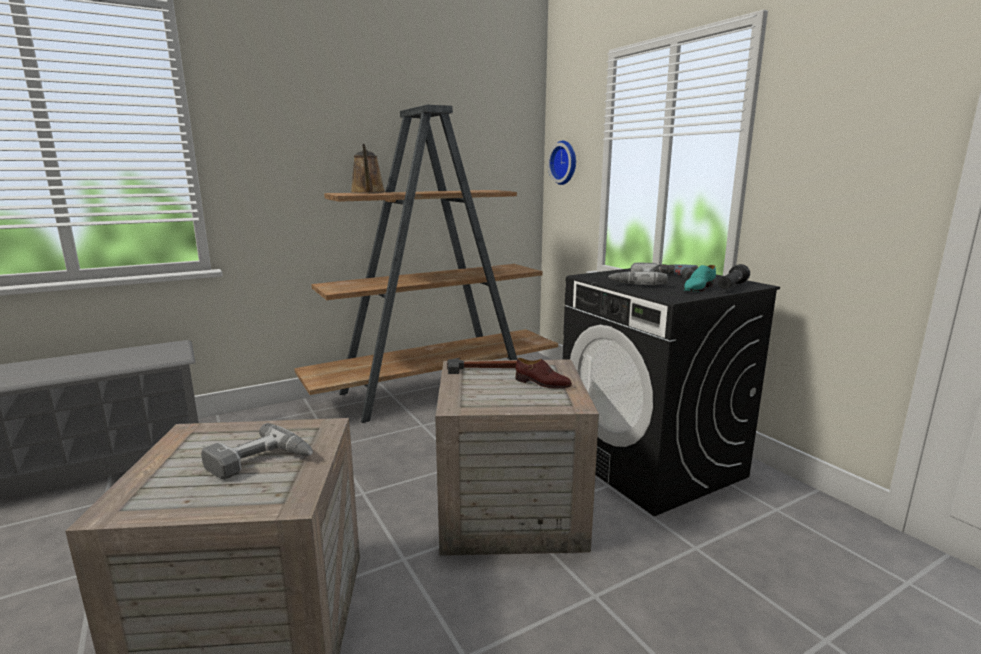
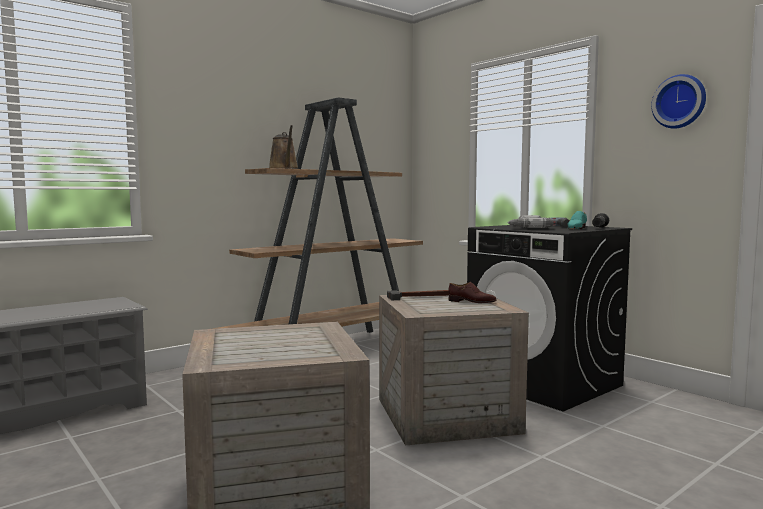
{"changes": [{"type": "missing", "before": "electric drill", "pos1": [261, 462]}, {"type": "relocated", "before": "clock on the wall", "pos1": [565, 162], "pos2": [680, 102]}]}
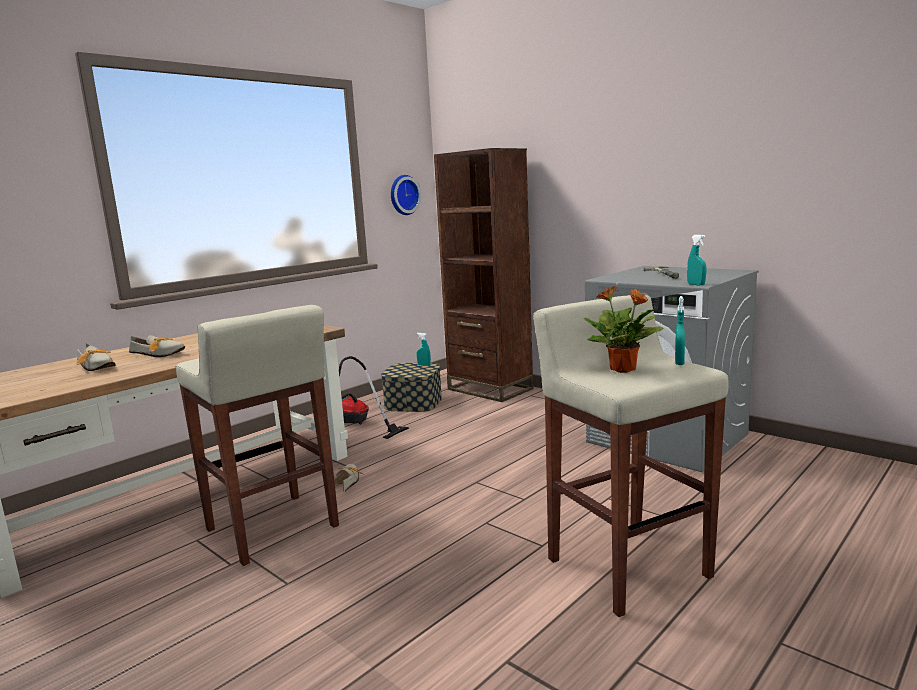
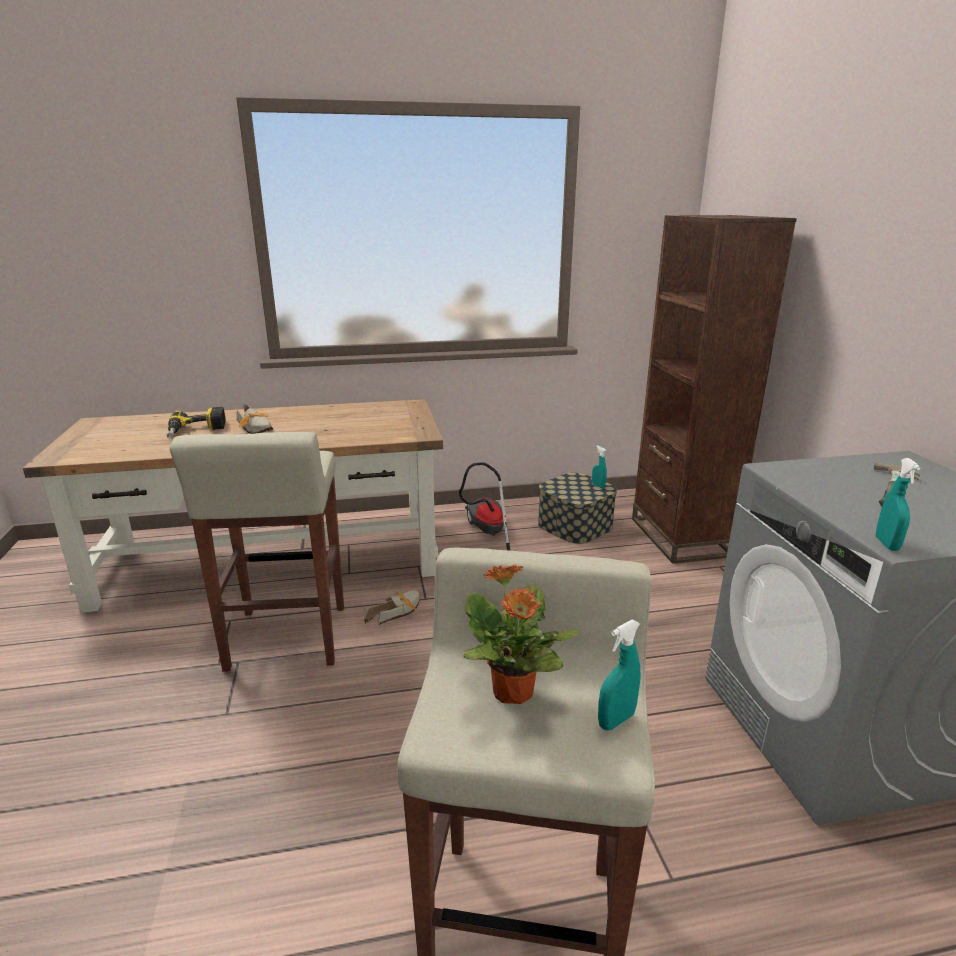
{"changes": [{"type": "missing", "before": "clock on the wall", "pos1": [403, 195]}, {"type": "exchanged", "before": "shoe", "after": "electric drill", "pos1": [97, 367], "pos2": [196, 431]}]}
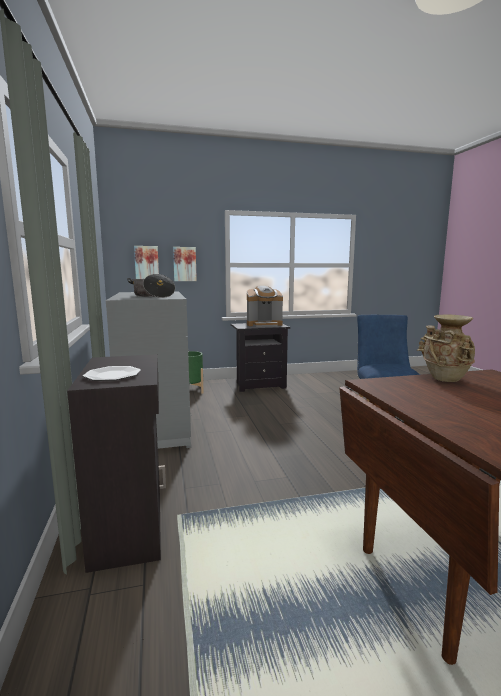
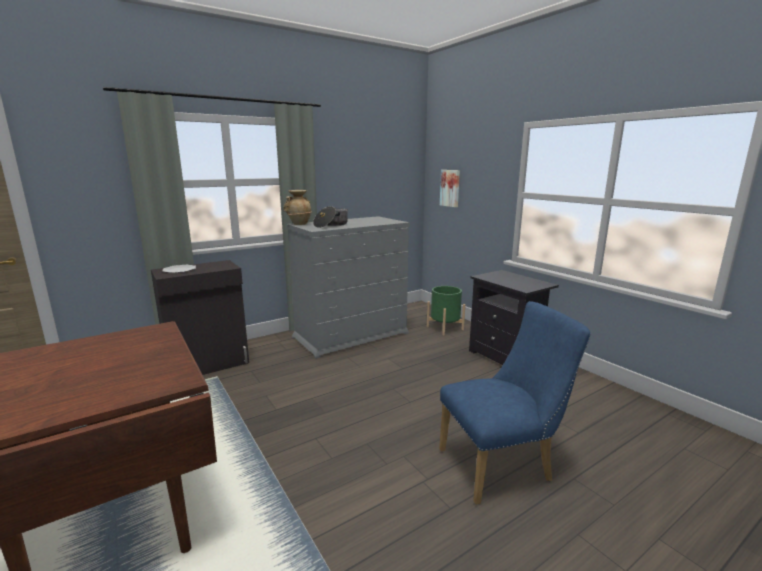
{"changes": [{"type": "missing", "before": "wall art", "pos1": [184, 264]}, {"type": "missing", "before": "coffee maker", "pos1": [264, 324]}, {"type": "relocated", "before": "sand-coloured flower vase", "pos1": [444, 379], "pos2": [299, 224]}]}
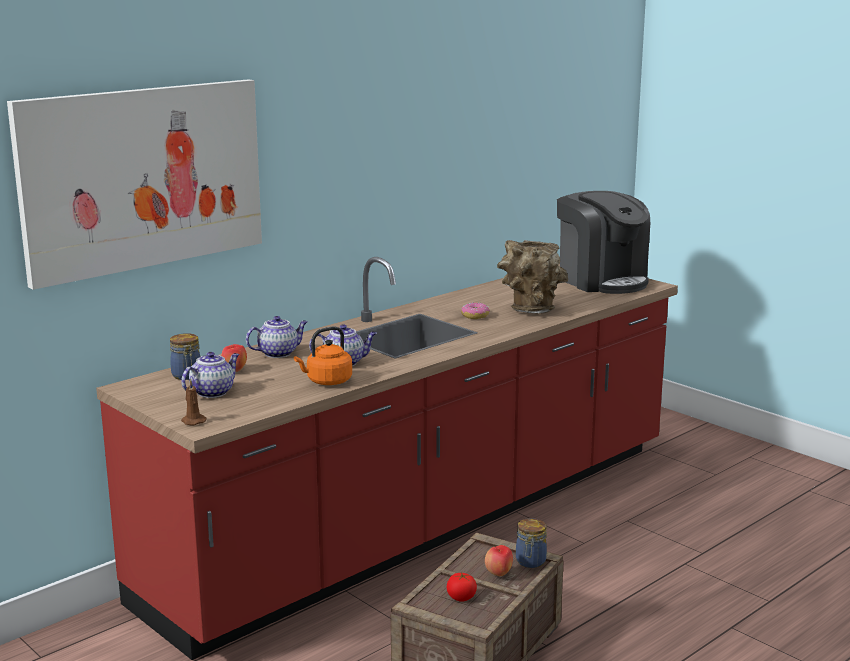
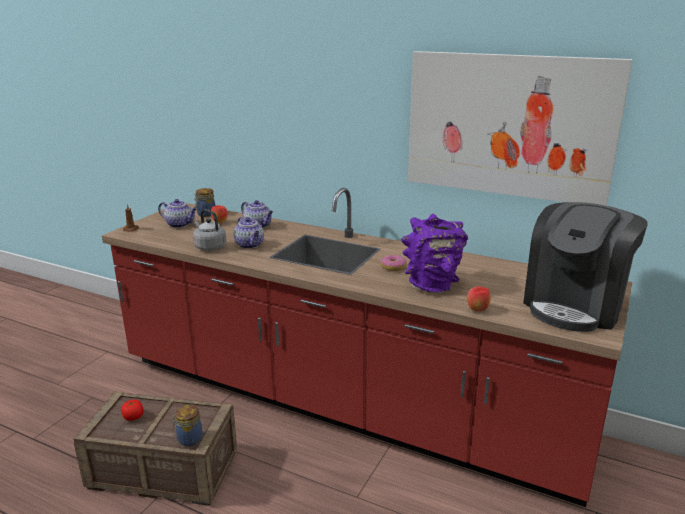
{"changes": [{"type": "relocated", "before": "wall art", "pos1": [143, 178], "pos2": [508, 126]}, {"type": "relocated", "before": "apple fruit", "pos1": [498, 574], "pos2": [477, 310]}, {"type": "colour", "before": "orange water kettle", "after": "grey water kettle", "pos1": [327, 381], "pos2": [209, 247]}, {"type": "colour", "before": "brown-coloured flower vase", "after": "purplish flower vase", "pos1": [529, 310], "pos2": [433, 285]}]}
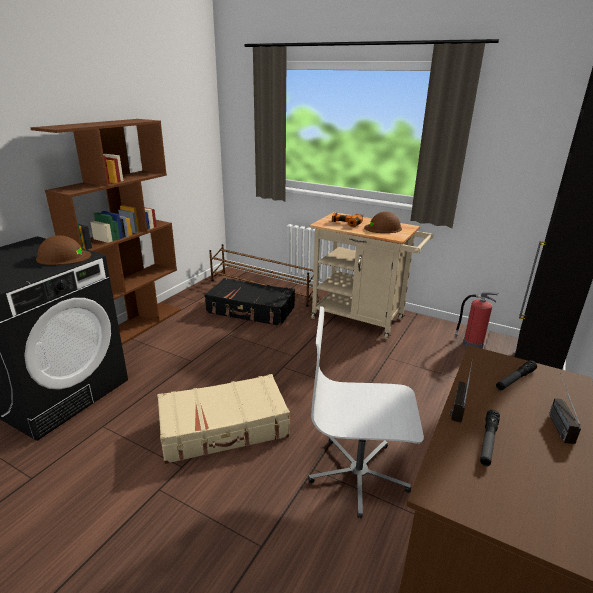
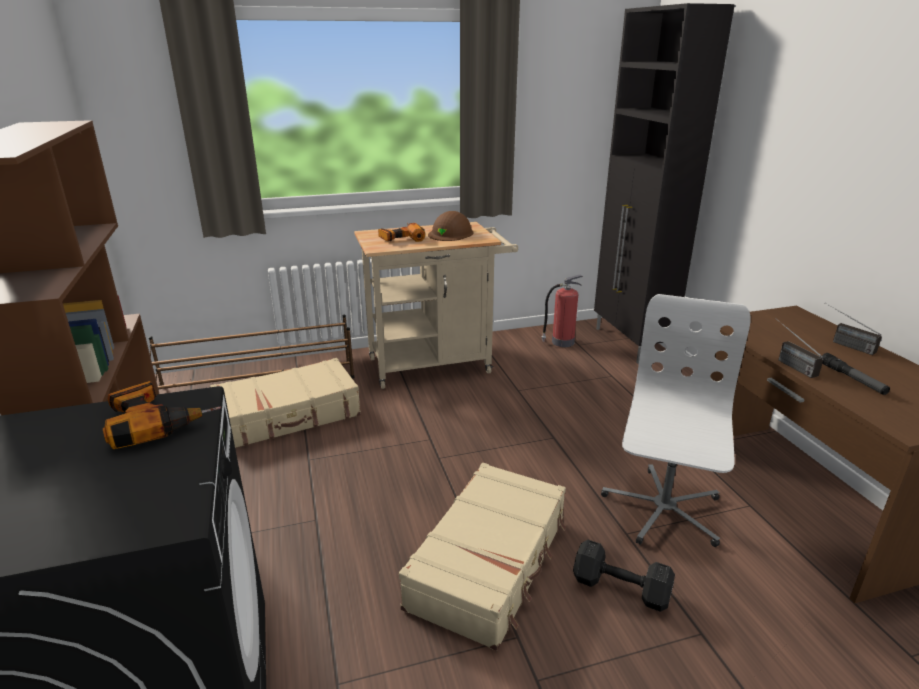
{"changes": [{"type": "missing", "before": "hand torch", "pos1": [515, 379]}, {"type": "appeared", "after": "black free weight", "pos2": [622, 590]}, {"type": "exchanged", "before": "brown-coloured work helmet", "after": "electric drill", "pos1": [63, 257], "pos2": [156, 421]}, {"type": "colour", "before": "black suitcase", "after": "sand-coloured suitcase", "pos1": [251, 310], "pos2": [289, 416]}, {"type": "spun", "before": "whitish office chair", "pos1": [359, 474], "pos2": [662, 509], "turn": 150}]}
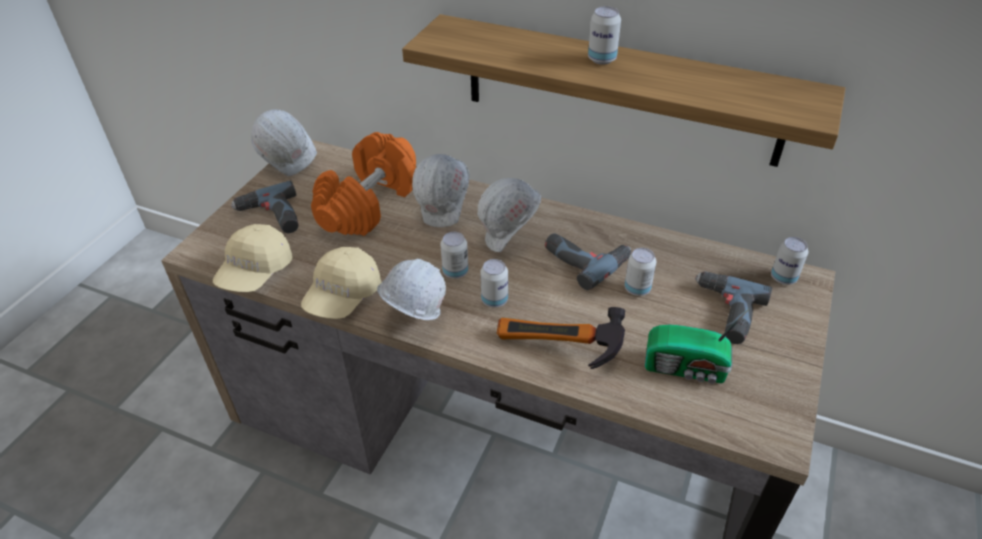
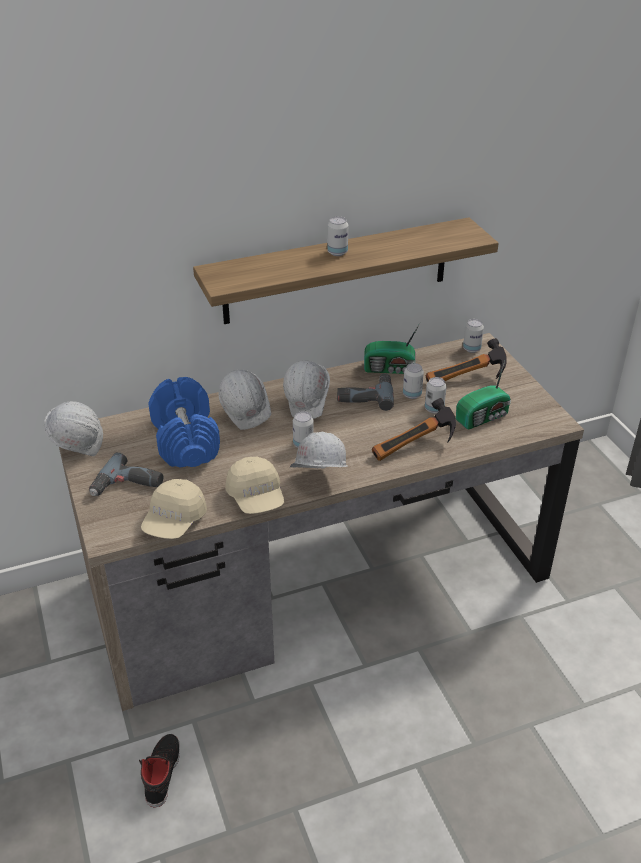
{"changes": [{"type": "appeared", "after": "black shoe", "pos2": [162, 772]}, {"type": "appeared", "after": "radio set", "pos2": [390, 369]}, {"type": "relocated", "before": "sealed can", "pos1": [494, 300], "pos2": [434, 409]}, {"type": "exchanged", "before": "electric drill", "after": "tool hammer", "pos1": [724, 312], "pos2": [467, 381]}, {"type": "colour", "before": "orange free weight", "after": "bluish free weight", "pos1": [369, 203], "pos2": [185, 439]}, {"type": "spun", "before": "sand-coloured baseball cap", "pos1": [255, 272], "pos2": [174, 521], "turn": 45}]}
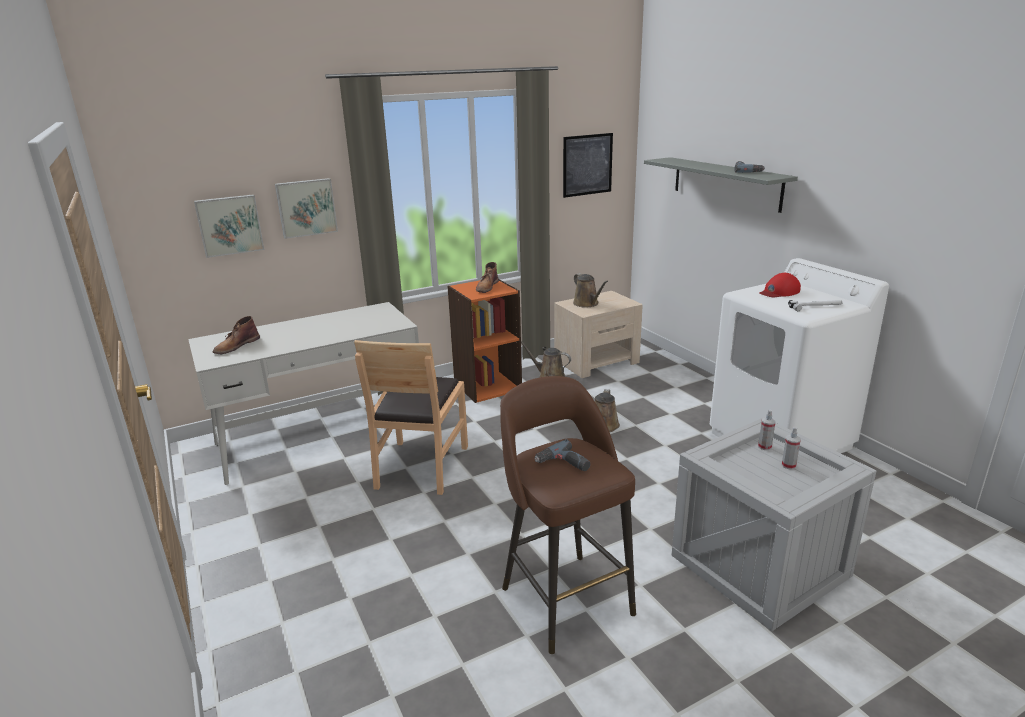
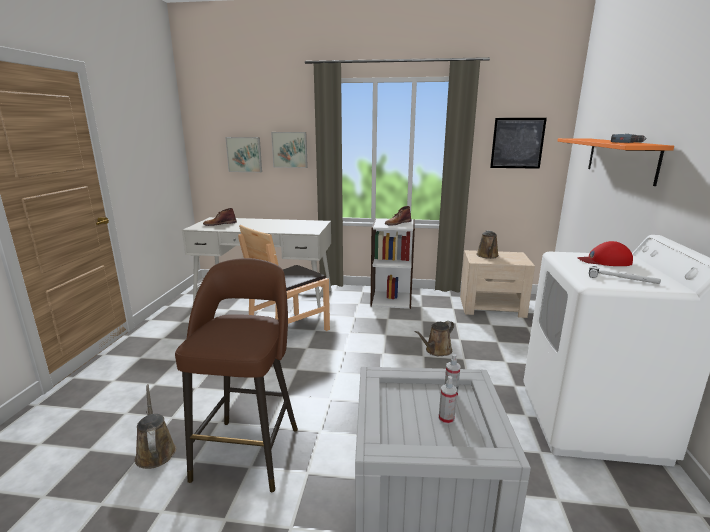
{"changes": [{"type": "missing", "before": "electric drill", "pos1": [563, 464]}, {"type": "relocated", "before": "brown-coloured sprinkling can", "pos1": [549, 375], "pos2": [155, 451]}, {"type": "colour", "before": "orange bookcase", "after": "whitish bookcase", "pos1": [487, 386], "pos2": [391, 299]}, {"type": "colour", "before": "grey wall shelf", "after": "orange wall shelf", "pos1": [725, 183], "pos2": [620, 159]}]}
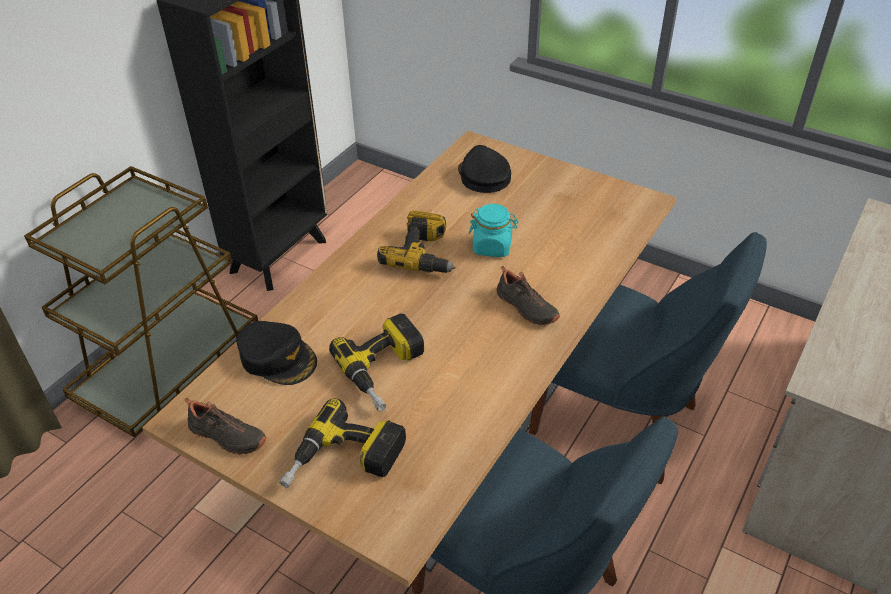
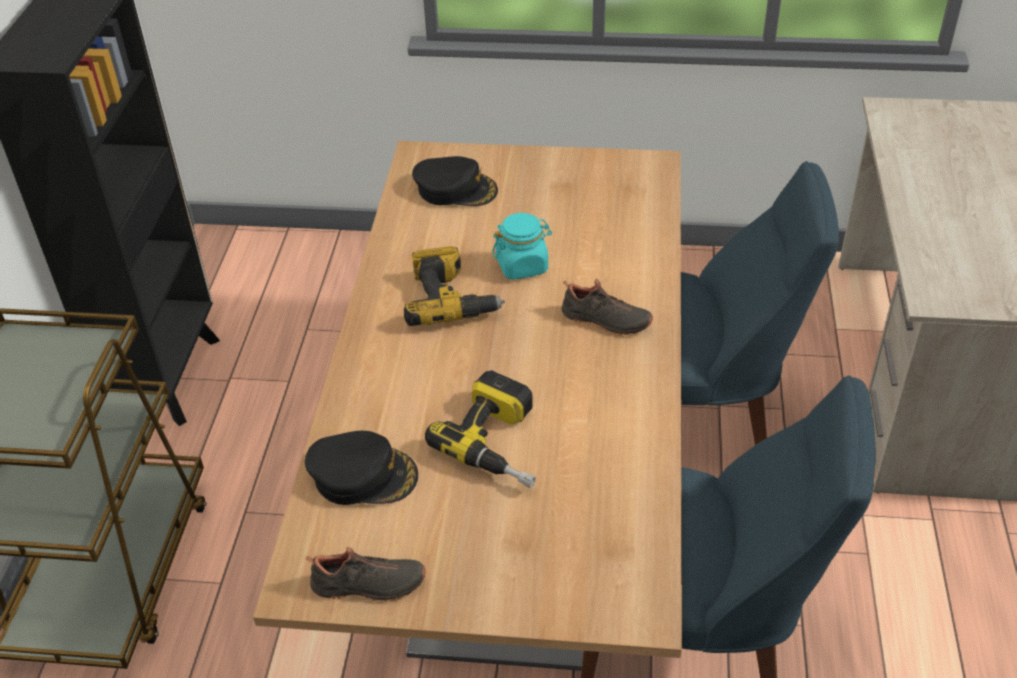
{"changes": [{"type": "missing", "before": "electric drill", "pos1": [344, 462]}, {"type": "spun", "before": "black baseball cap", "pos1": [483, 176], "pos2": [455, 189], "turn": 150}]}
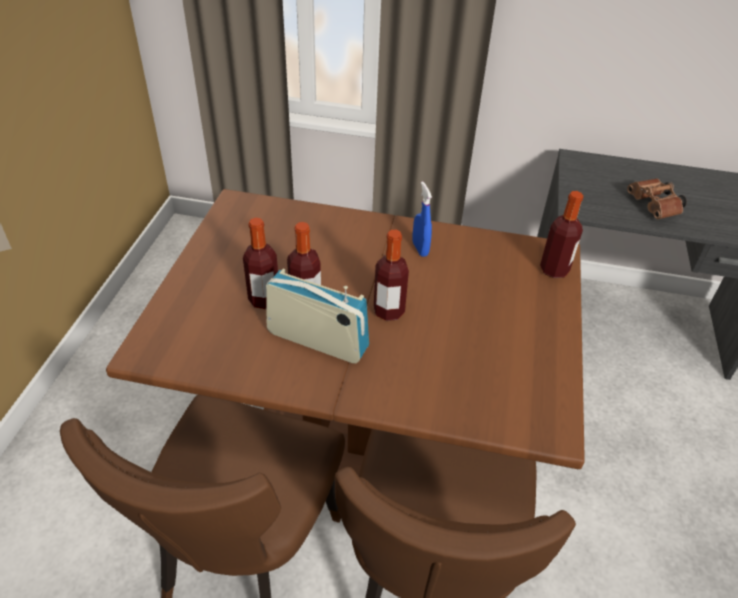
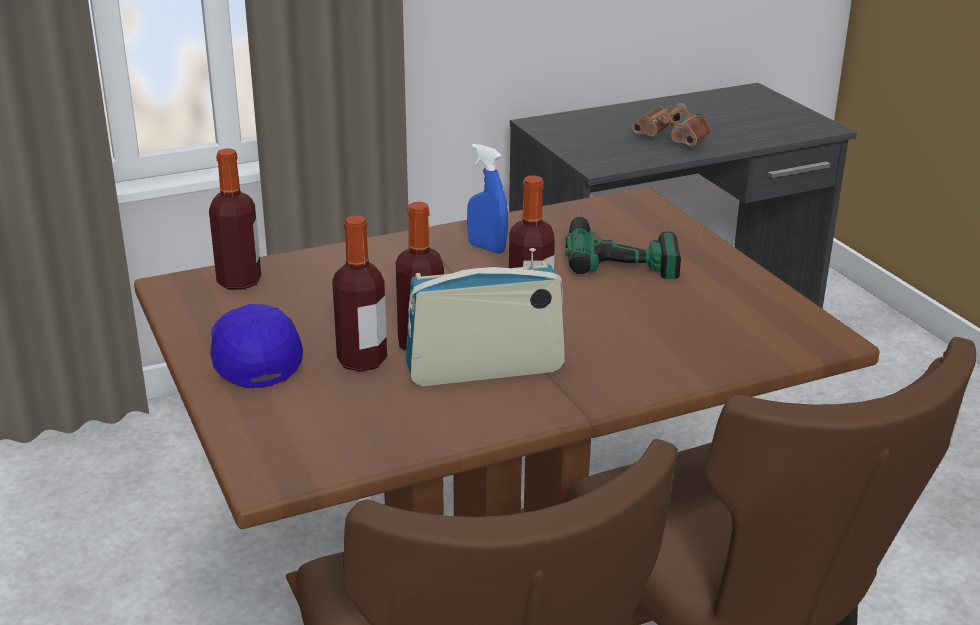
{"changes": [{"type": "appeared", "after": "bluish baseball cap", "pos2": [254, 358]}, {"type": "appeared", "after": "electric drill", "pos2": [619, 250]}, {"type": "relocated", "before": "bottle", "pos1": [554, 270], "pos2": [239, 281]}]}
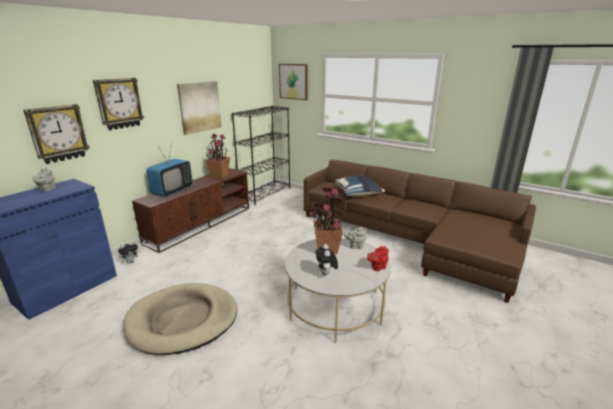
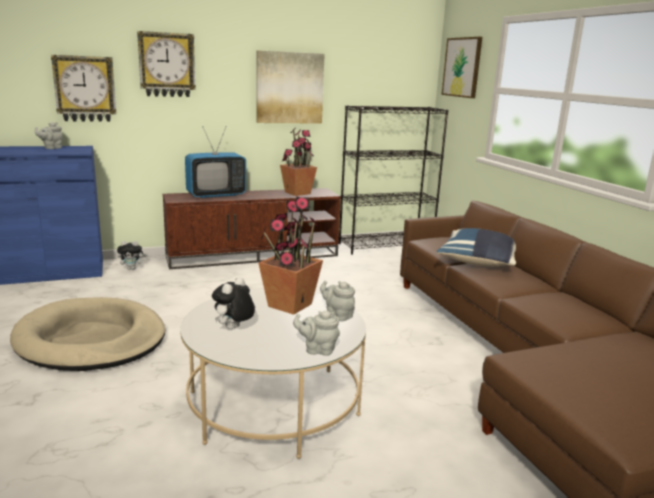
{"changes": [{"type": "colour", "before": "red-coloured tea pot", "after": "grey tea pot", "pos1": [377, 267], "pos2": [317, 350]}]}
